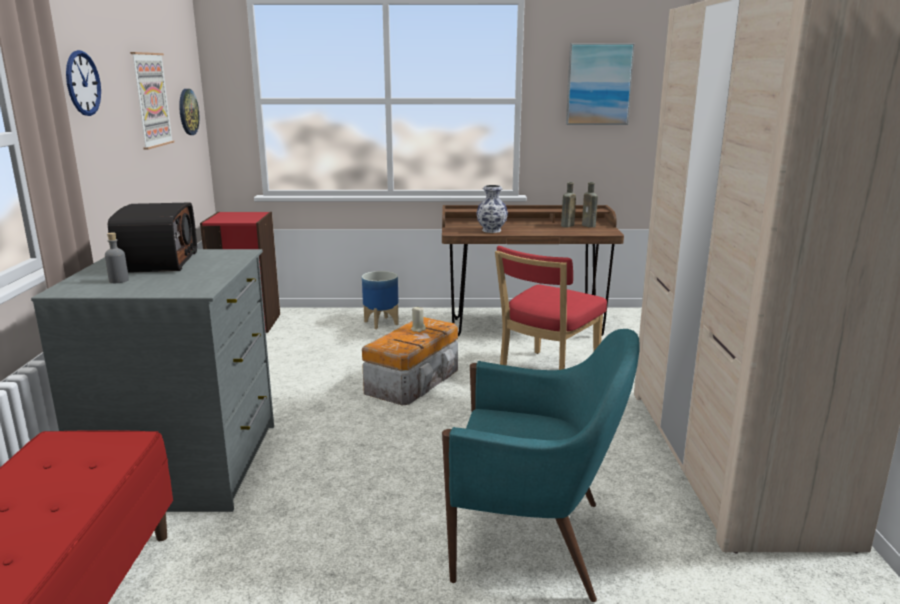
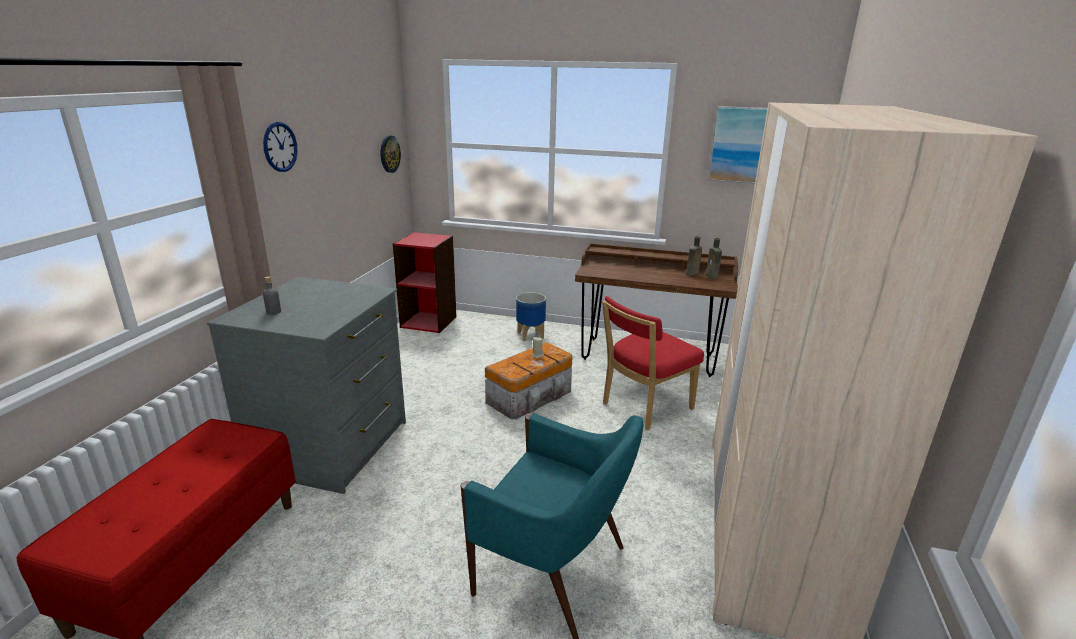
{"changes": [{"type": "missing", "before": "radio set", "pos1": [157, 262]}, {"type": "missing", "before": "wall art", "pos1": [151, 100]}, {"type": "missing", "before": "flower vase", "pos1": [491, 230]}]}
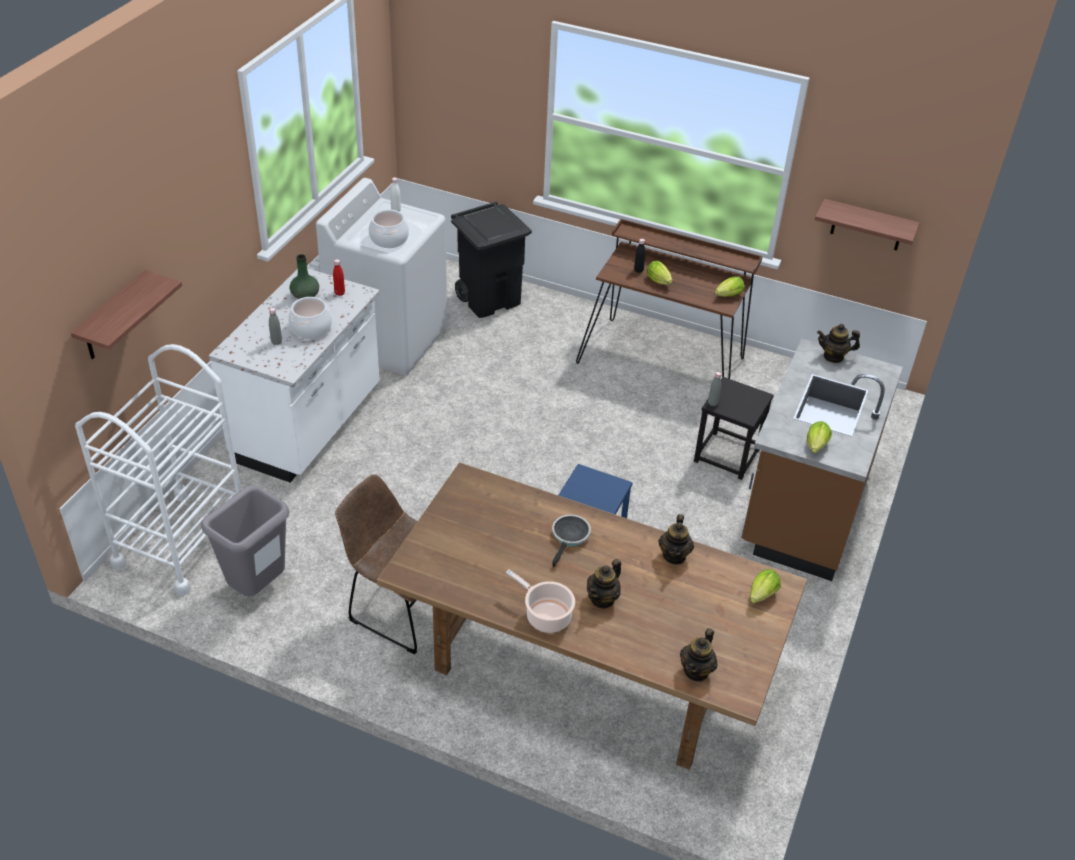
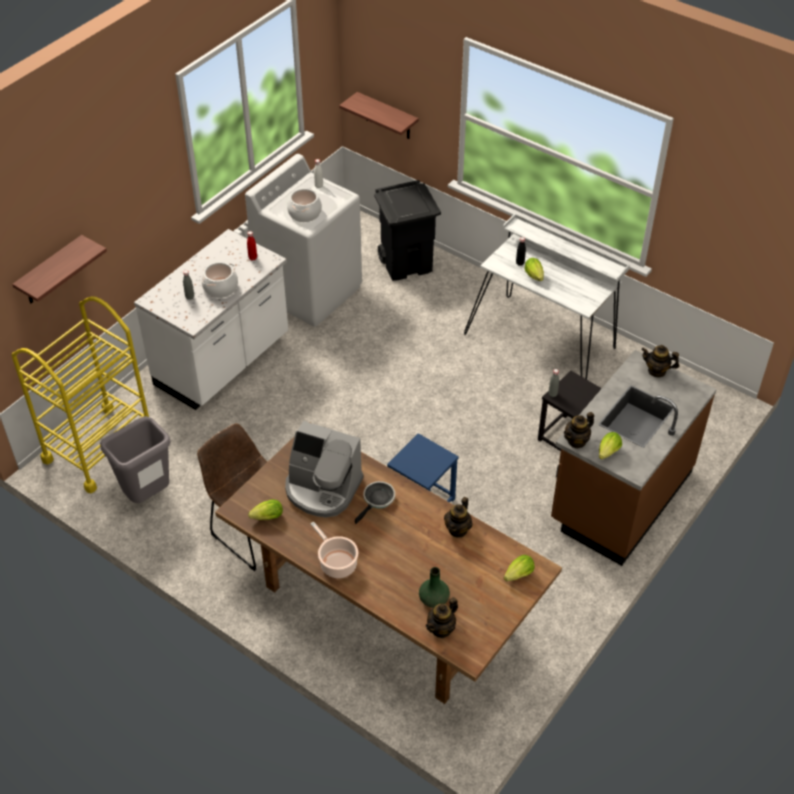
{"changes": [{"type": "appeared", "after": "coffee maker", "pos2": [322, 489]}, {"type": "relocated", "before": "green-coloured flower vase", "pos1": [305, 296], "pos2": [434, 599]}, {"type": "relocated", "before": "tea pot", "pos1": [602, 599], "pos2": [577, 441]}, {"type": "relocated", "before": "lettuce head", "pos1": [727, 296], "pos2": [266, 517]}, {"type": "relocated", "before": "wall shelf", "pos1": [867, 225], "pos2": [387, 117]}, {"type": "colour", "before": "whitish trolley", "after": "yellowish trolley", "pos1": [182, 541], "pos2": [99, 448]}, {"type": "colour", "before": "brown-coloured desk table", "after": "whitish desk table", "pos1": [664, 360], "pos2": [543, 341]}]}
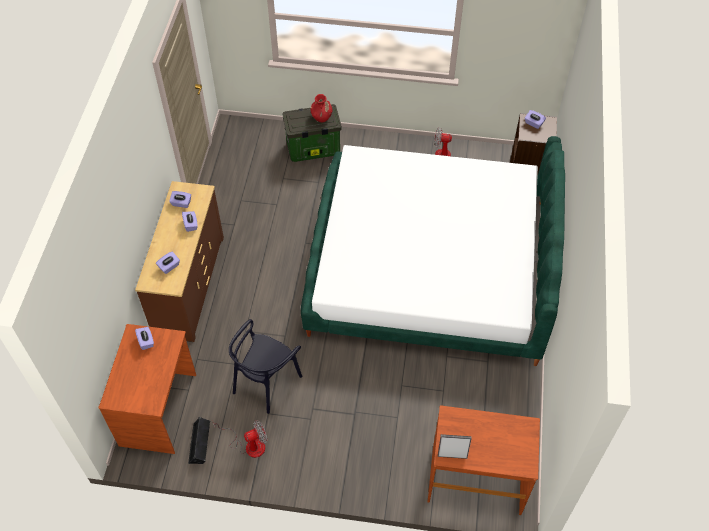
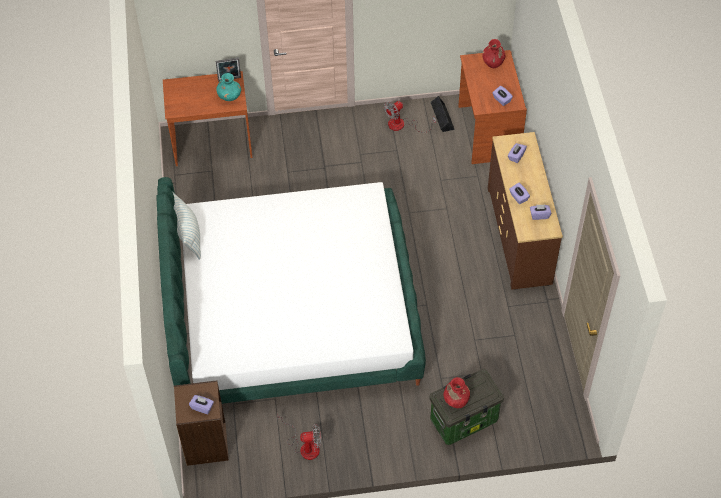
{"changes": [{"type": "missing", "before": "black upright chair", "pos1": [266, 382]}, {"type": "appeared", "after": "cushion", "pos2": [188, 235]}, {"type": "appeared", "after": "turquoise flower vase", "pos2": [229, 96]}, {"type": "appeared", "after": "red-coloured flower vase", "pos2": [493, 63]}]}
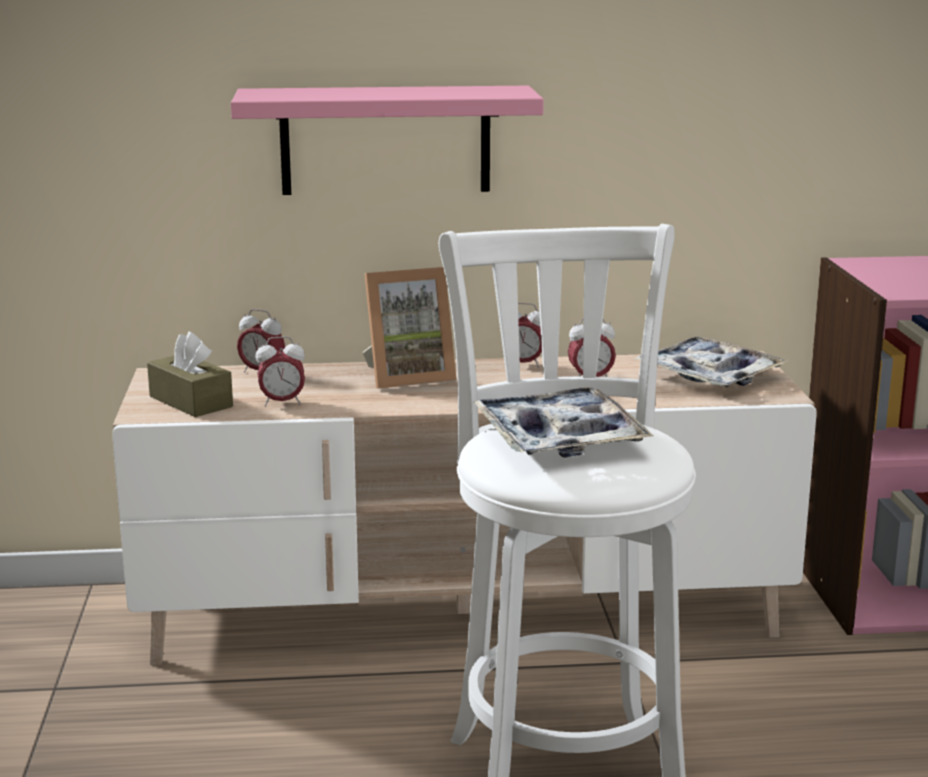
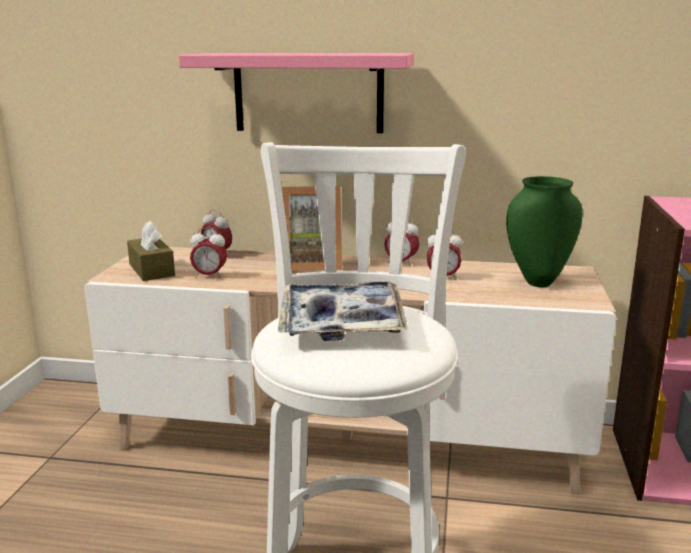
{"changes": [{"type": "exchanged", "before": "carrying tray", "after": "green-coloured flower vase", "pos1": [709, 376], "pos2": [538, 282]}]}
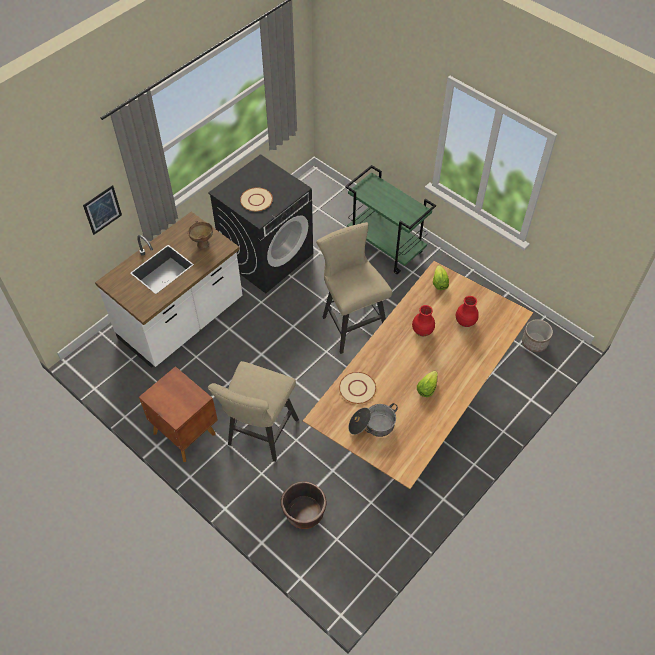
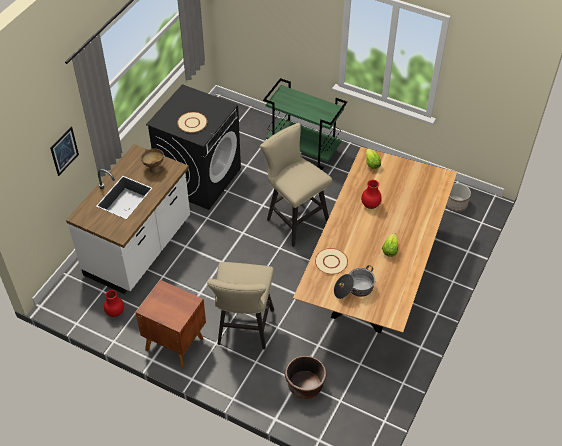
{"changes": [{"type": "relocated", "before": "red-coloured flower vase", "pos1": [465, 321], "pos2": [115, 312]}]}
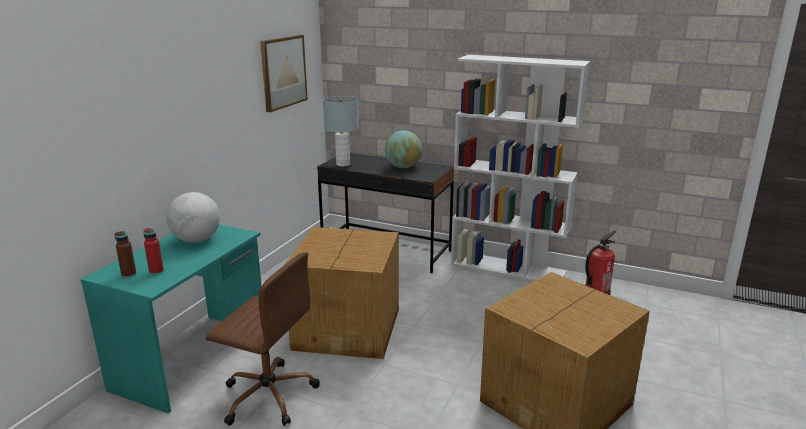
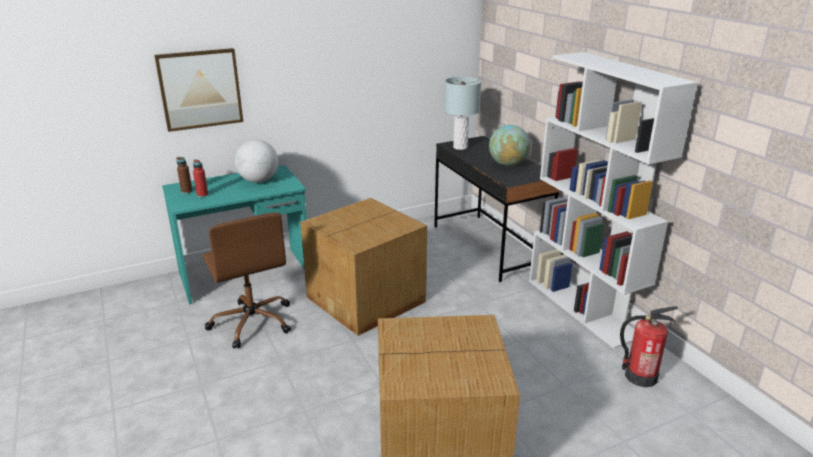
{"changes": [{"type": "relocated", "before": "wall art", "pos1": [283, 72], "pos2": [200, 89]}]}
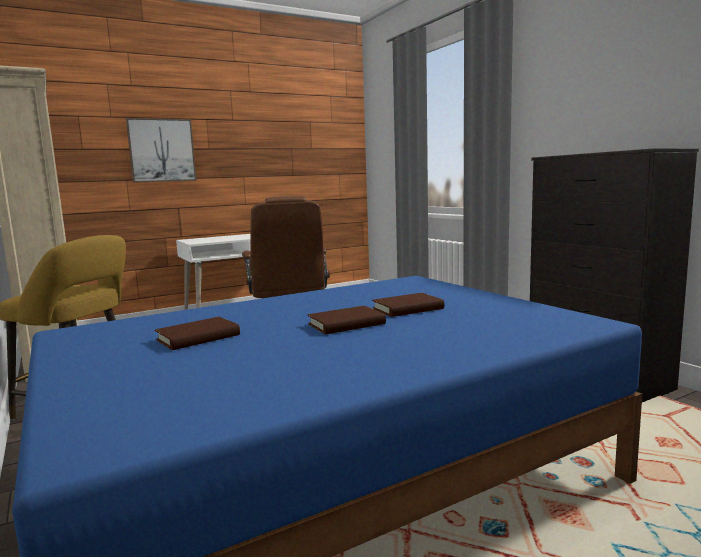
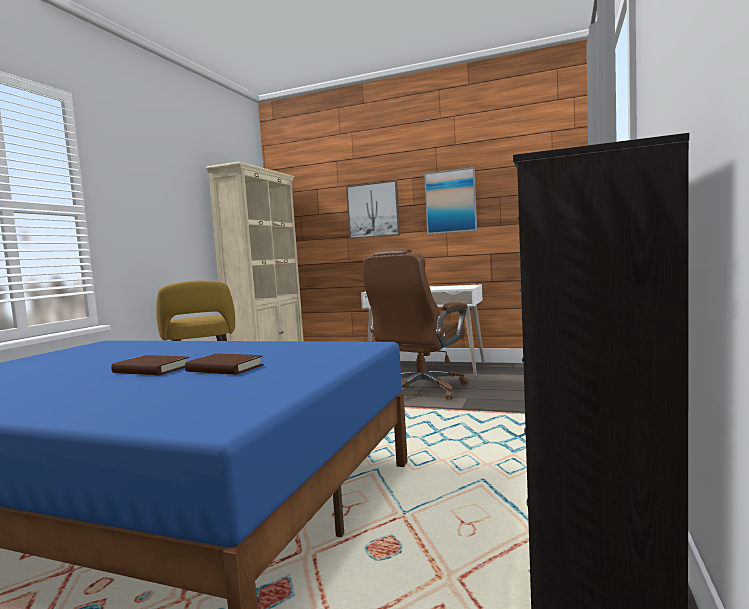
{"changes": [{"type": "missing", "before": "brown-coloured bound book", "pos1": [198, 338]}, {"type": "appeared", "after": "wall art", "pos2": [450, 201]}]}
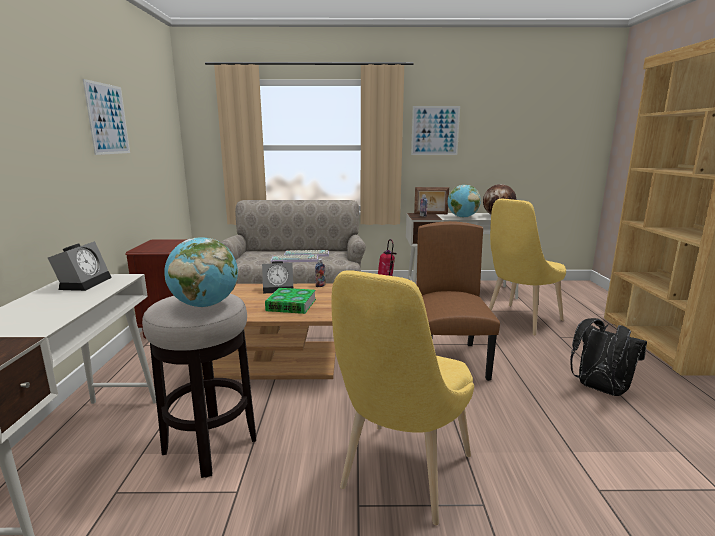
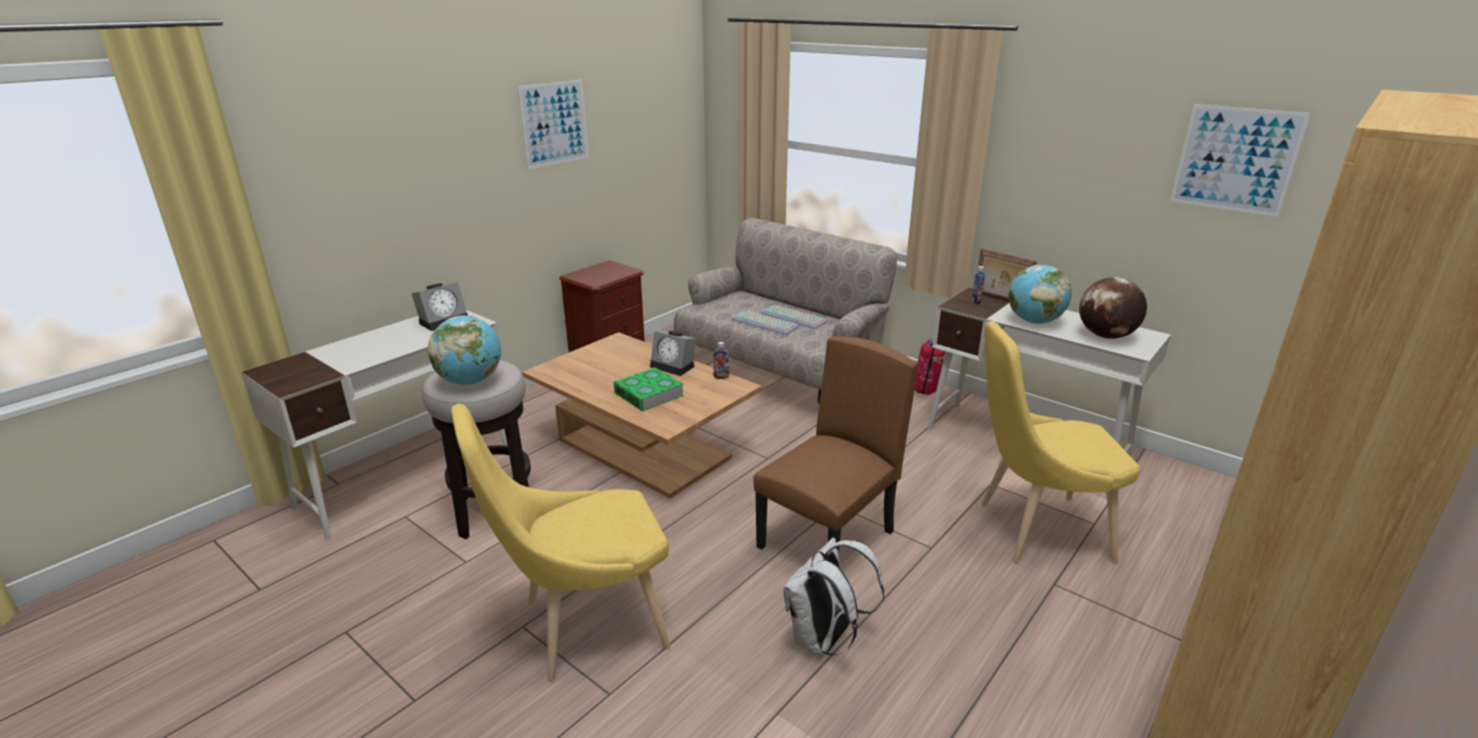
{"changes": [{"type": "missing", "before": "black backpack", "pos1": [599, 389]}, {"type": "appeared", "after": "whitish backpack", "pos2": [824, 640]}, {"type": "relocated", "before": "wall art", "pos1": [435, 130], "pos2": [1236, 159]}]}
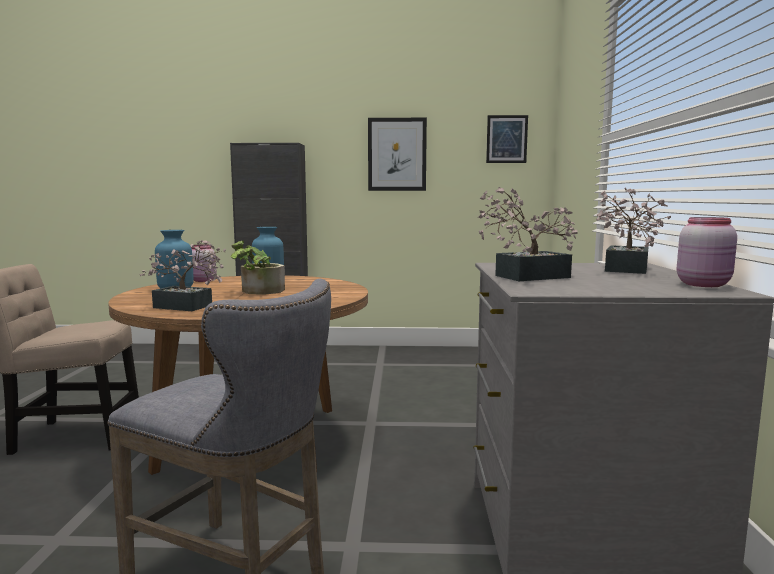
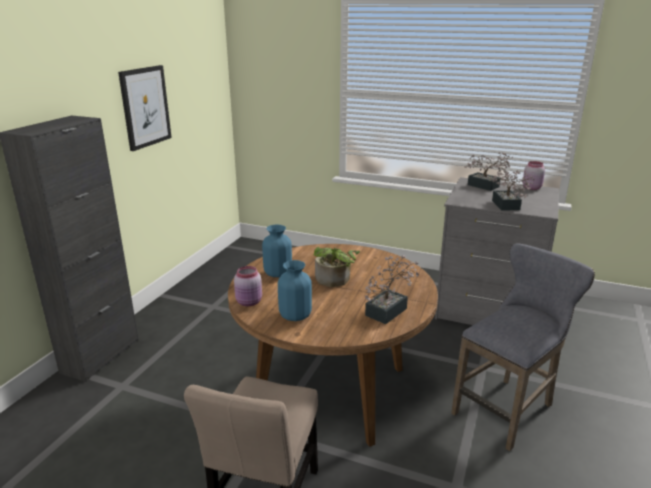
{"changes": [{"type": "missing", "before": "wall art", "pos1": [506, 139]}]}
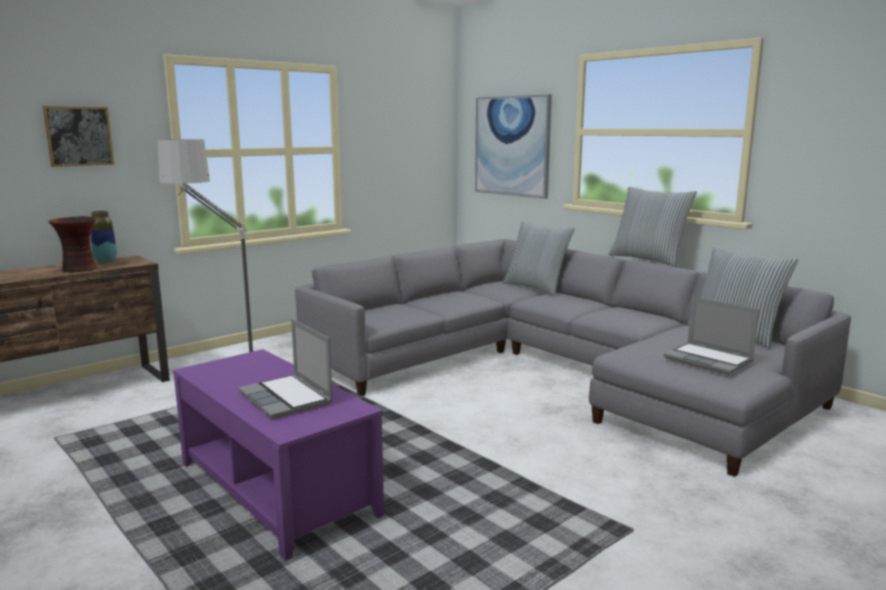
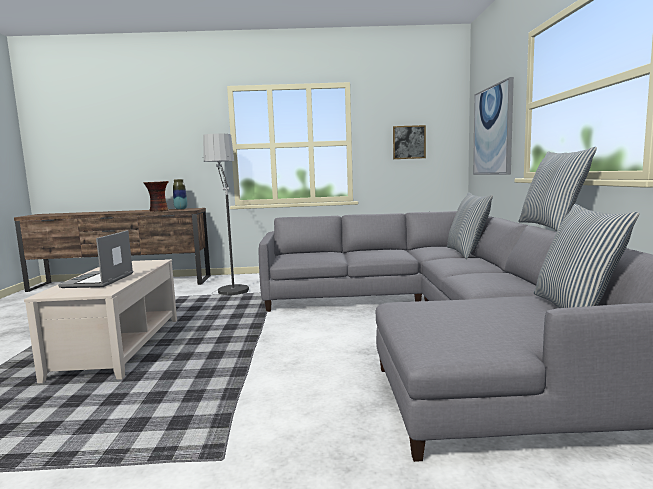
{"changes": [{"type": "missing", "before": "portable computer", "pos1": [709, 360]}, {"type": "relocated", "before": "wall art", "pos1": [79, 136], "pos2": [409, 142]}, {"type": "colour", "before": "purplish lounge table", "after": "sand-coloured lounge table", "pos1": [276, 489], "pos2": [119, 347]}]}
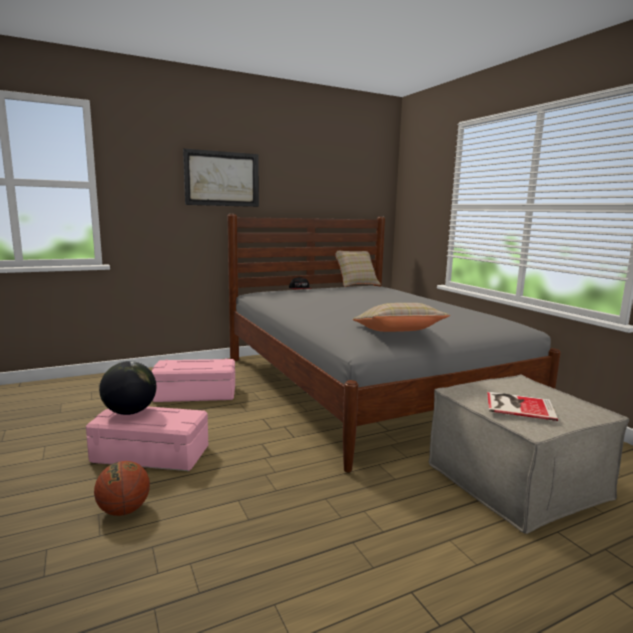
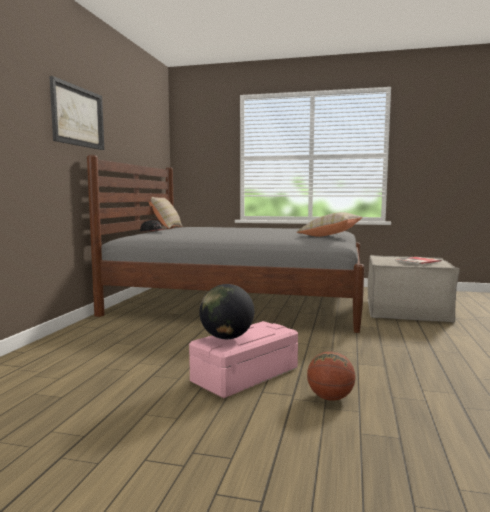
{"changes": [{"type": "missing", "before": "pink storage container", "pos1": [194, 394]}]}
